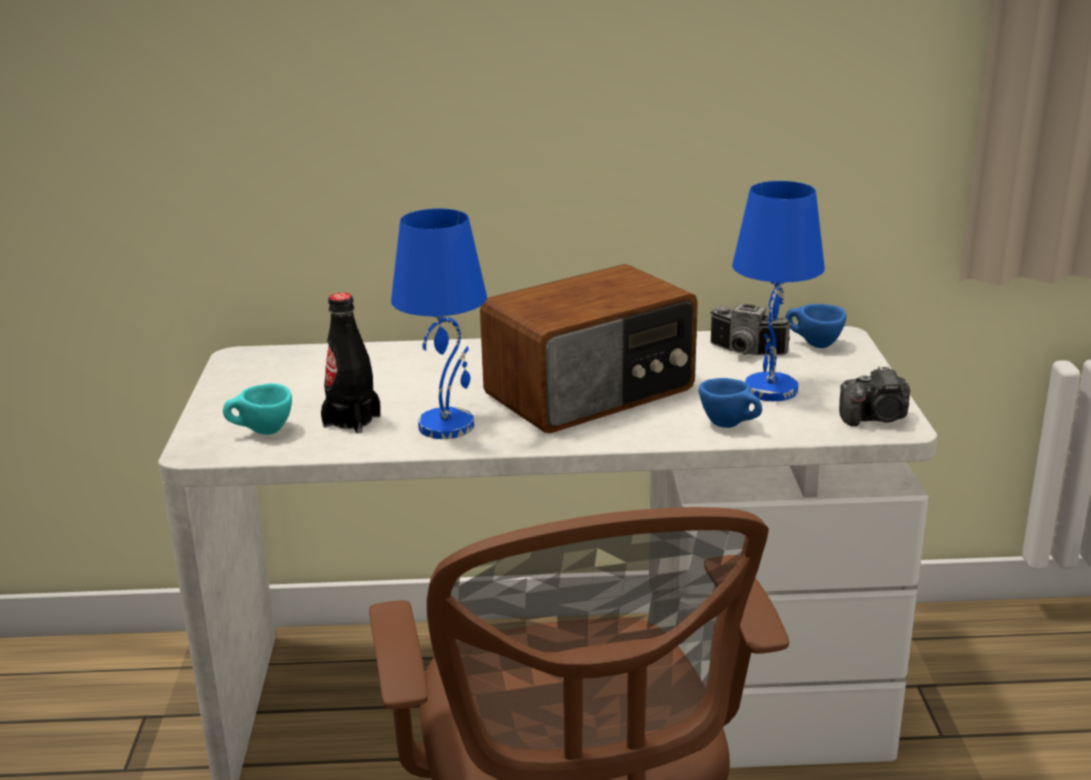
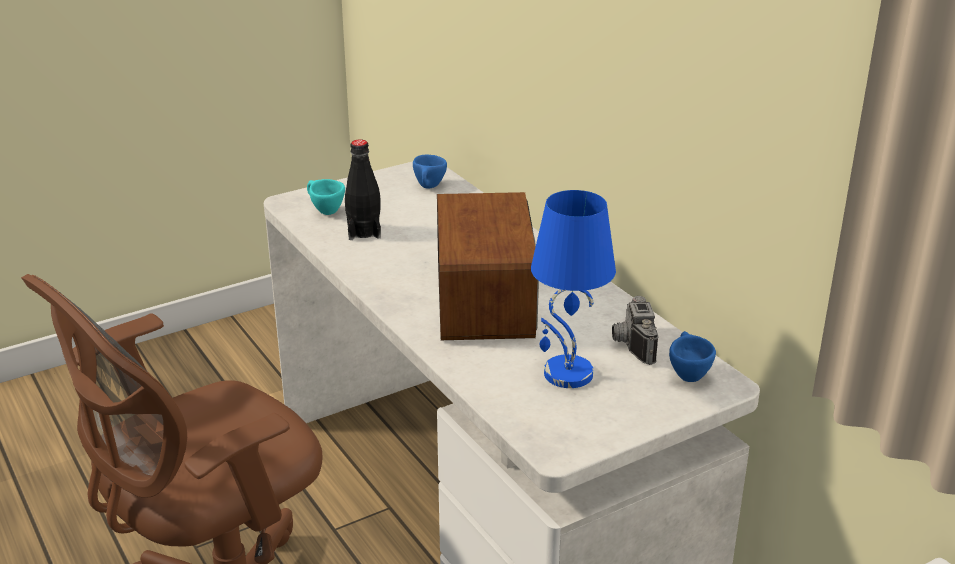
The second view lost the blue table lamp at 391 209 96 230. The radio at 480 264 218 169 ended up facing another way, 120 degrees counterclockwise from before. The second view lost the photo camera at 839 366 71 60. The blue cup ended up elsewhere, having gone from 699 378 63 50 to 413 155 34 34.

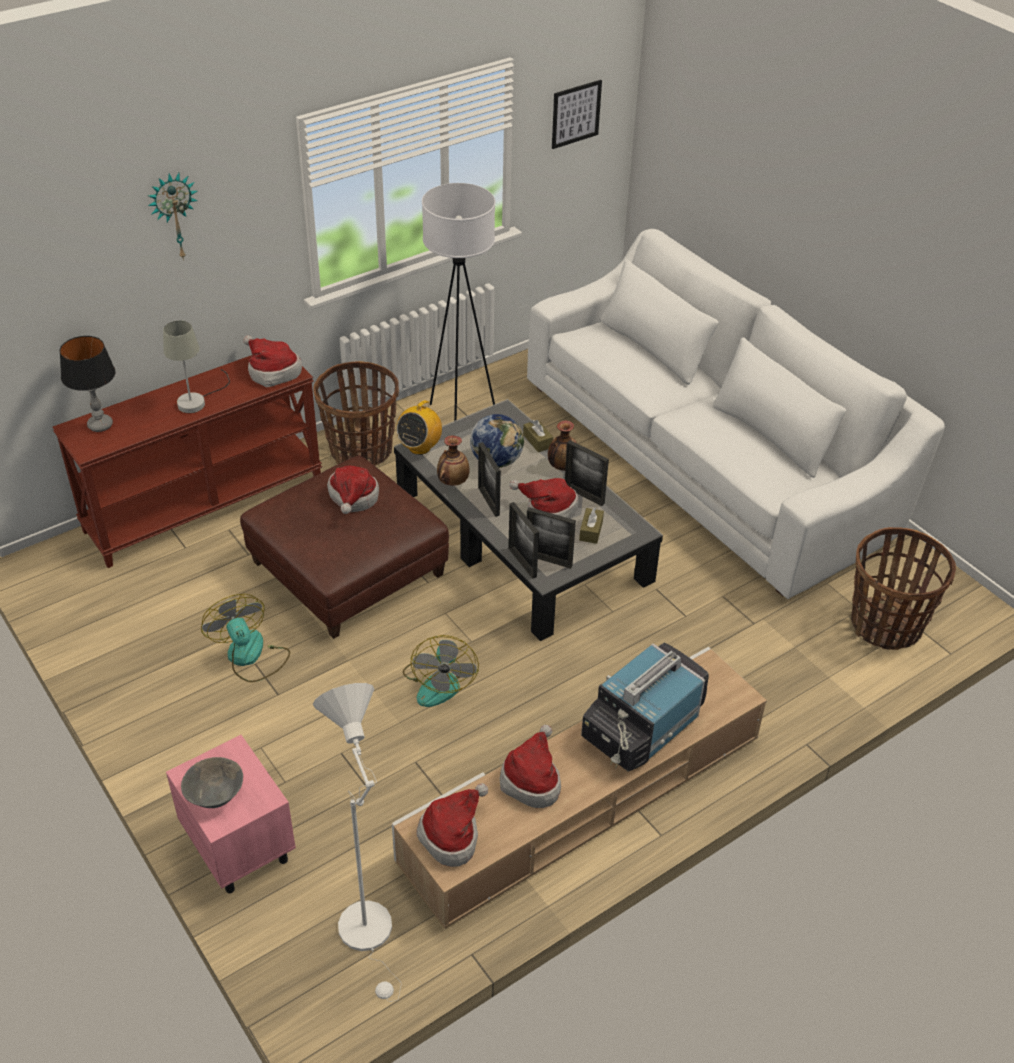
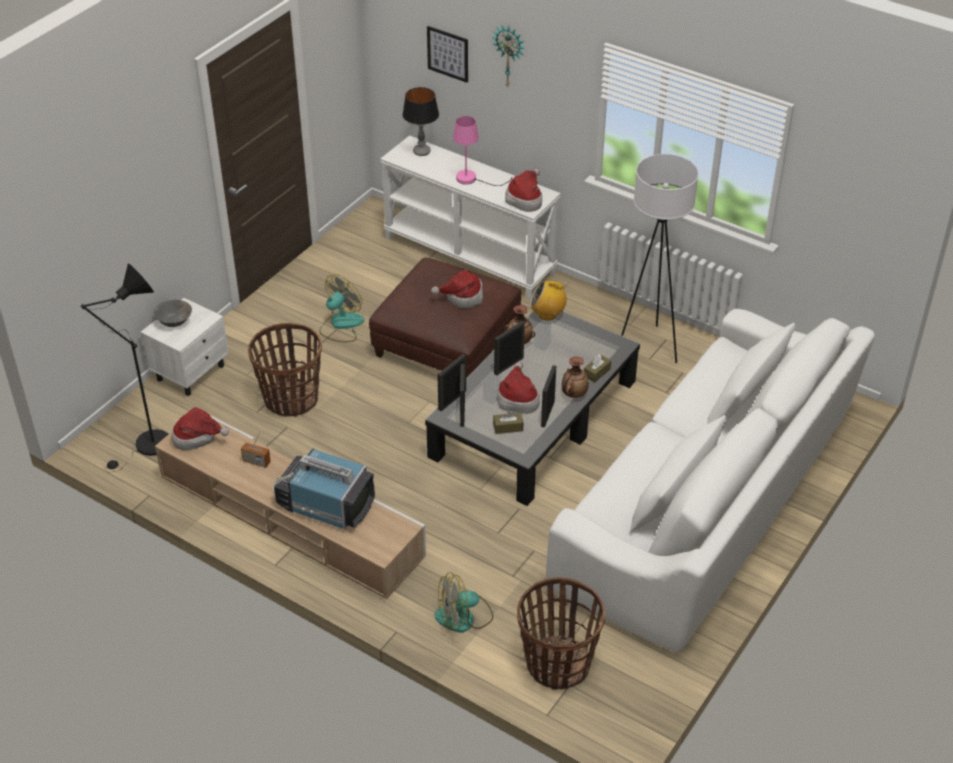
The picture ended up elsewhere, having gone from 552 80 50 69 to 427 26 41 57. What was the grey table lamp at 163 320 67 93 turned into the pink table lamp at 453 116 59 70. What was the brown console table at 52 355 270 213 turned into the white console table at 380 135 181 164. The basket ended up elsewhere, having gone from 313 361 86 105 to 248 323 74 94. The second view lost the globe at 470 414 54 54. The fan ended up elsewhere, having gone from 403 635 76 72 to 434 572 59 61. What was the white floor lamp at 313 683 88 319 turned into the black floor lamp at 81 264 87 209. Where the hat stood at 500 725 61 83, the radio came to stand at 241 432 30 36. What was the pink nightstand at 166 735 130 158 turned into the white nightstand at 140 298 89 98.

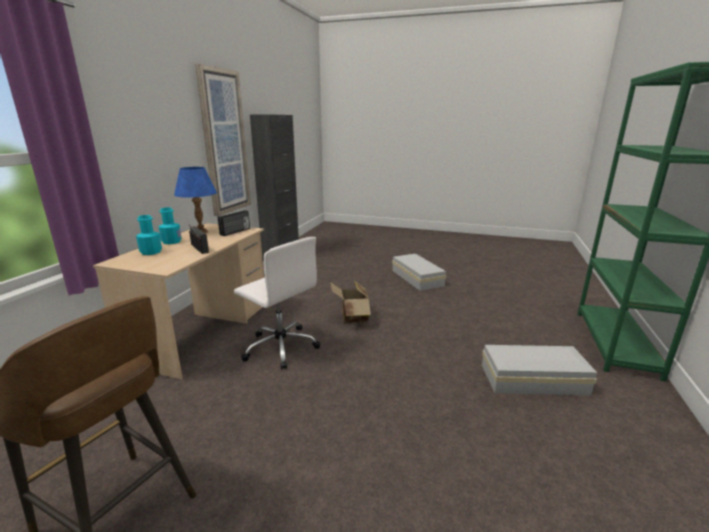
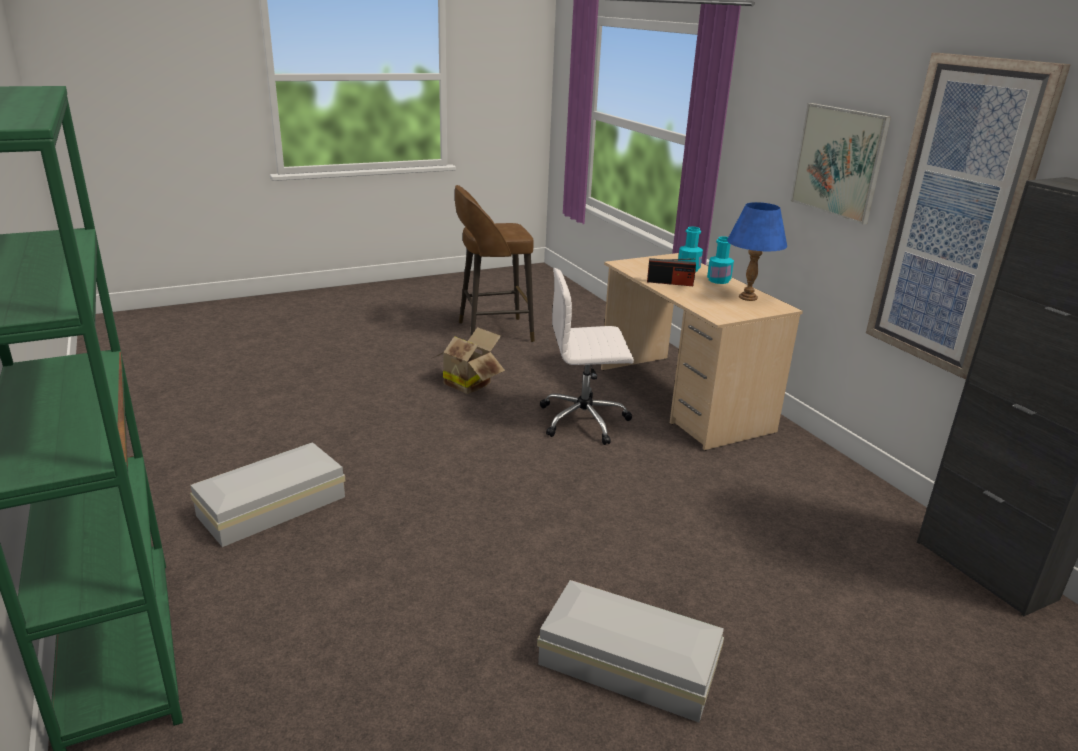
The second view lost the radio at 218 210 32 26. The cardboard box ended up elsewhere, having gone from 330 281 41 42 to 433 327 72 67. The second view gained the picture at 790 103 101 122.

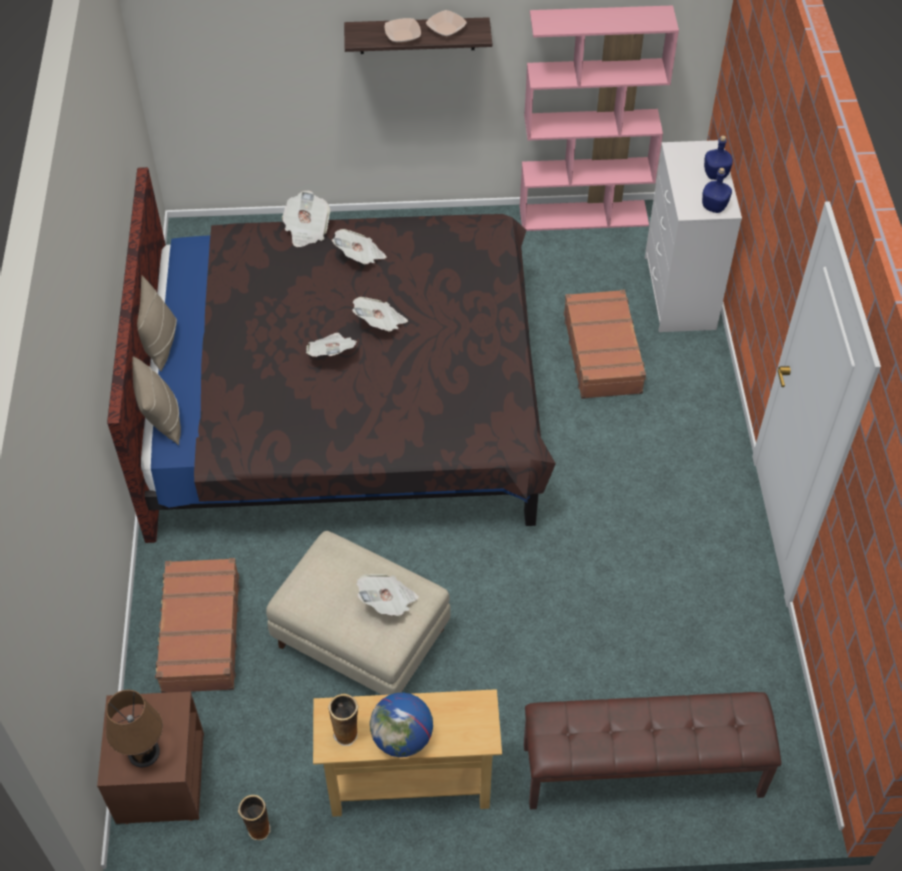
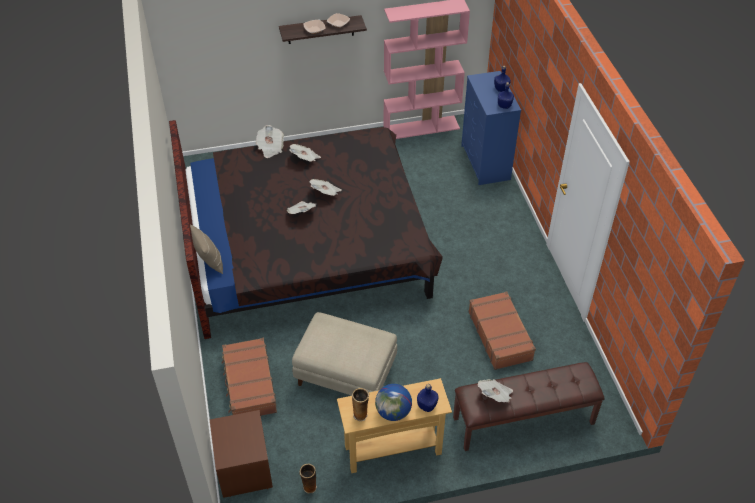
What was the white dresser at 645 140 97 192 turned into the blue dresser at 461 71 60 114. The second view lost the beige pillow at 137 275 40 96. The brown suitcase ended up elsewhere, having gone from 564 290 82 109 to 468 292 68 78. The newspaper ended up elsewhere, having gone from 357 574 62 42 to 478 379 35 23. The second view lost the brown table lamp at 106 690 57 77. The second view gained the blue bottle at 417 384 22 28.

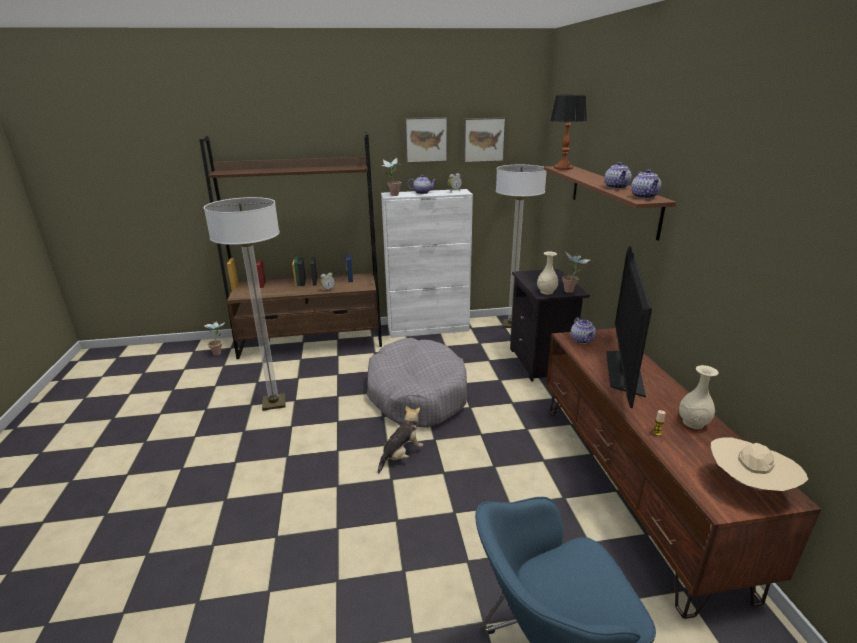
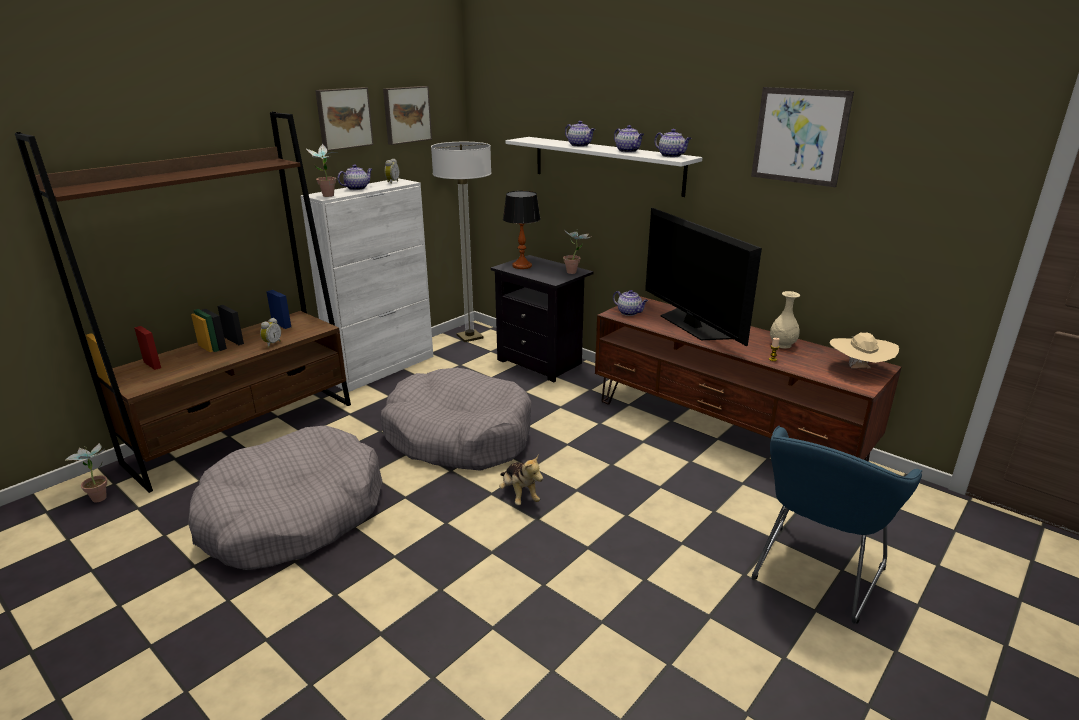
The table lamp ended up elsewhere, having gone from 550 95 37 75 to 503 191 37 78. What was the brown shelf at 544 166 133 75 turned into the white shelf at 506 137 196 60. Where the floor lamp stood at 204 197 82 214, the grey dog bed came to stand at 188 425 194 145. The second view lost the beige vase at 537 251 21 44. The plush toy at 378 406 45 68 ended up facing another way, 150 degrees clockwise from before. The second view gained the picture at 751 87 103 100. The second view gained the teapot at 565 121 30 26.

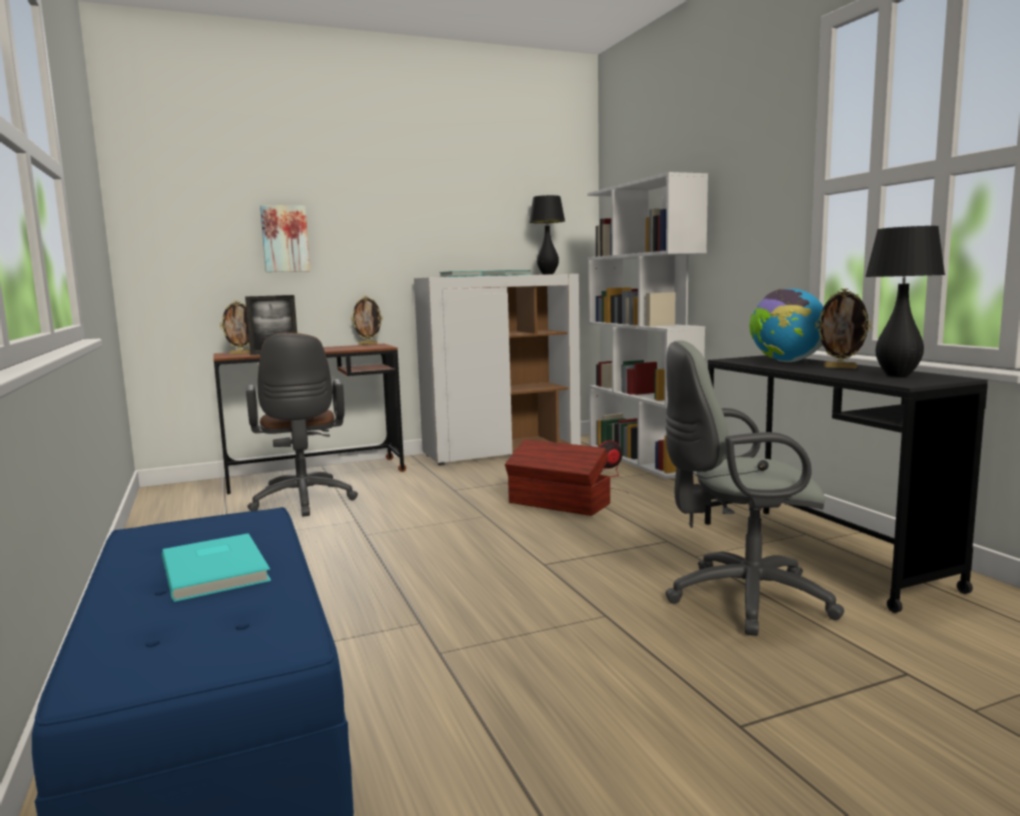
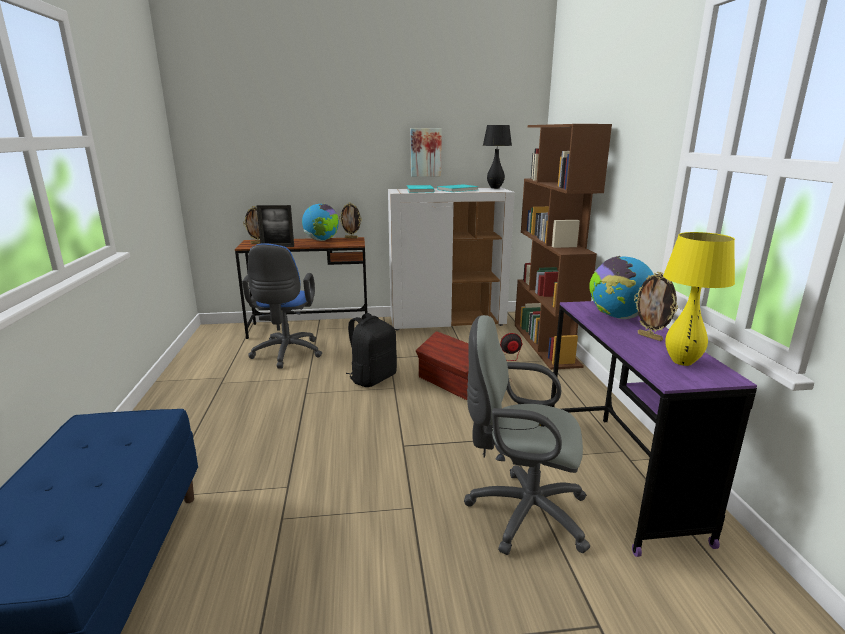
What was the white bookcase at 587 172 121 307 turned into the brown bookcase at 515 124 97 246. The picture ended up elsewhere, having gone from 260 205 50 67 to 411 128 31 49. What was the black table lamp at 865 226 80 151 turned into the yellow table lamp at 663 232 72 134. What was the brown office chair at 246 332 112 185 turned into the blue office chair at 242 243 80 126. What was the black desk at 705 355 283 258 turned into the purple desk at 551 301 206 256. The second view lost the turquoise book at 162 533 109 69. The second view gained the globe at 302 204 37 37. The second view gained the black backpack at 346 313 51 74.

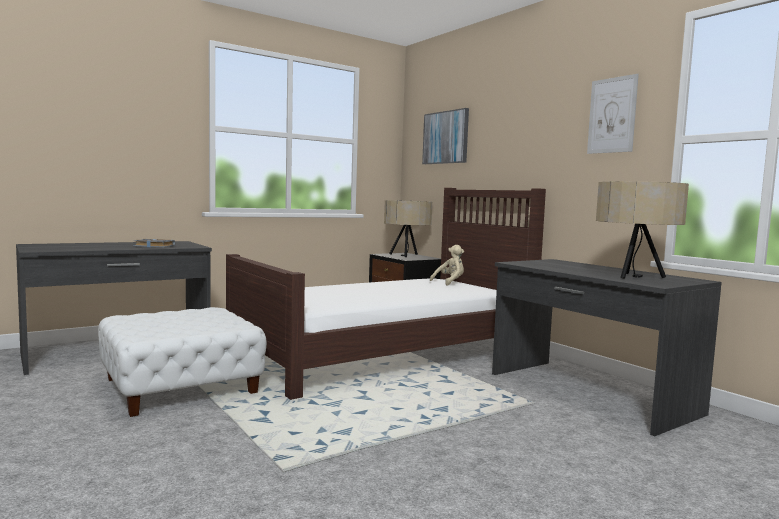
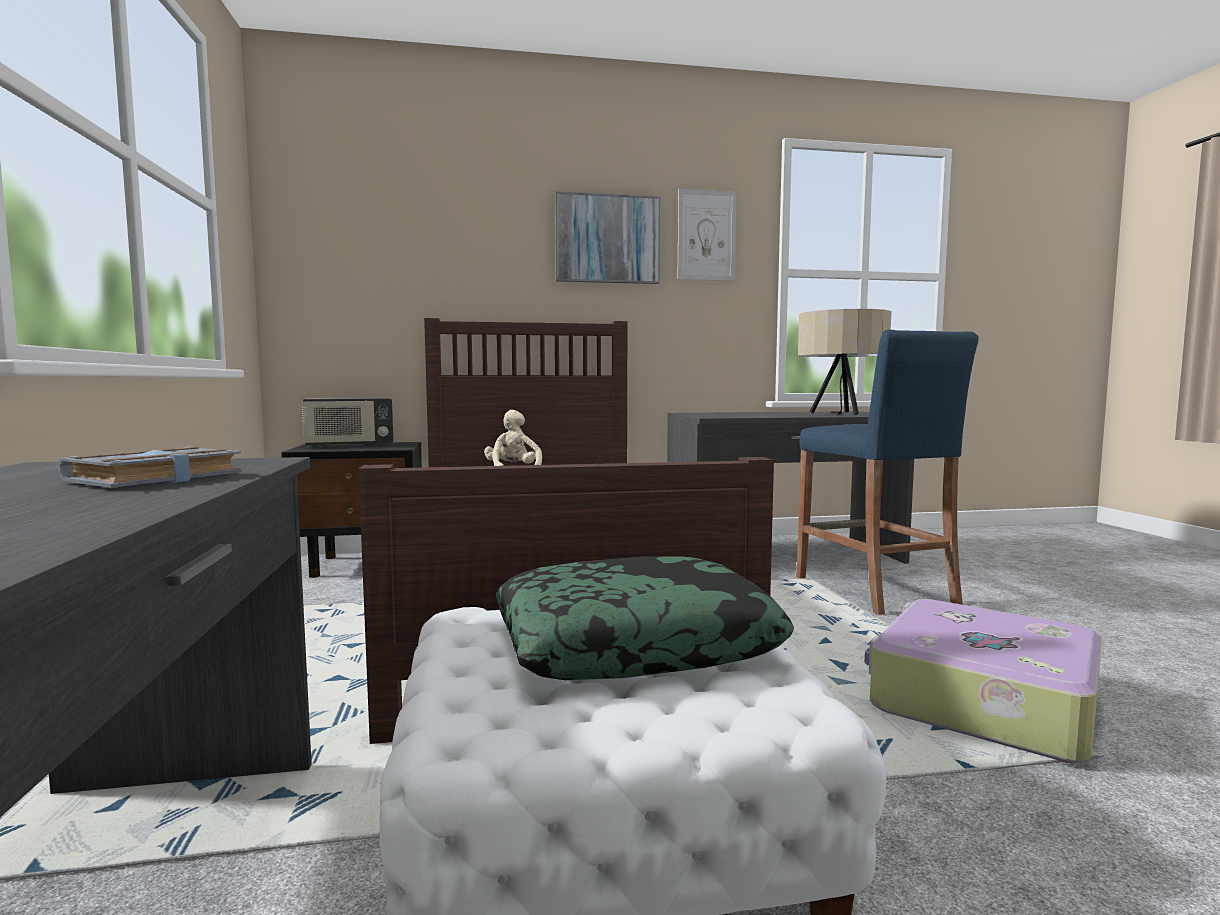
The picture ended up elsewhere, having gone from 422 108 47 56 to 555 191 105 93. Where the beige table lamp stood at 384 200 48 57, the radio came to stand at 302 398 91 49. The second view gained the blue stool at 796 330 182 285. The second view gained the pillow at 496 556 298 124. The second view gained the suitcase at 864 599 238 164.

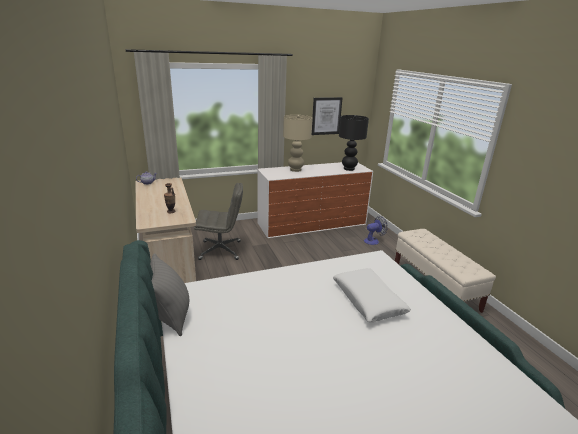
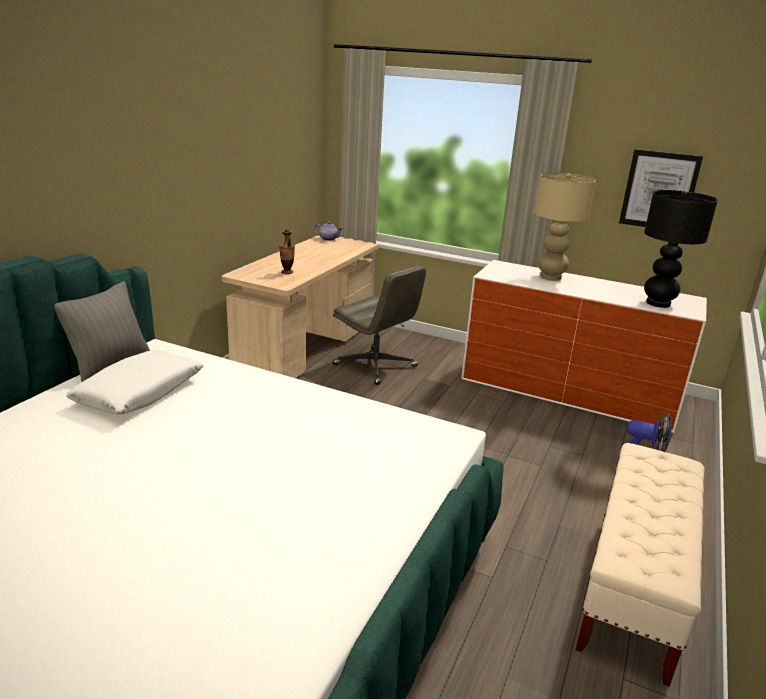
The white pillow ended up elsewhere, having gone from 333 268 78 54 to 66 350 138 64.

